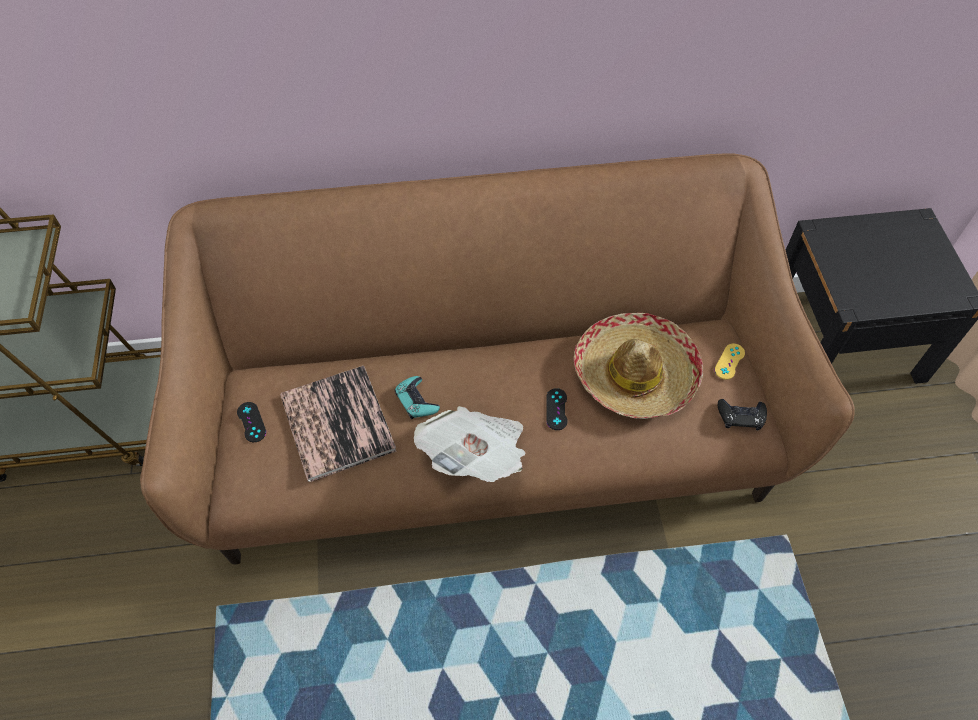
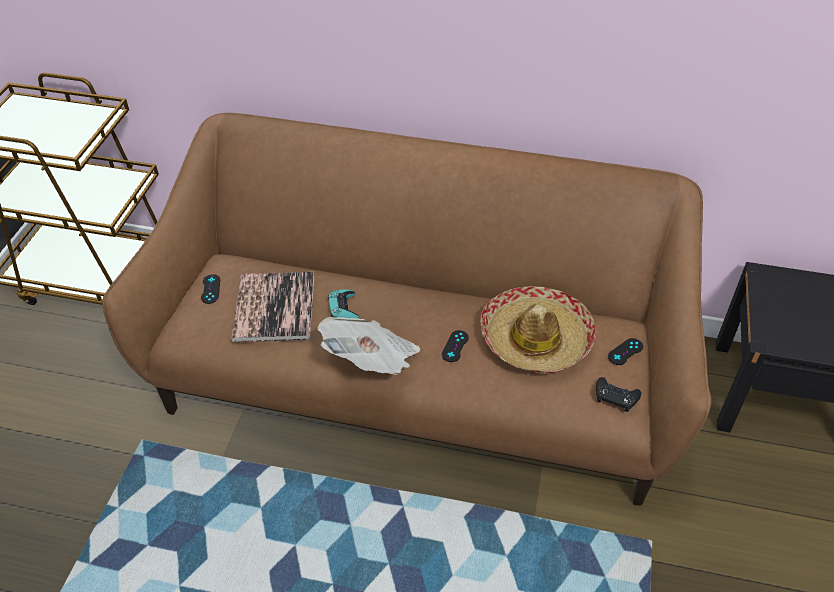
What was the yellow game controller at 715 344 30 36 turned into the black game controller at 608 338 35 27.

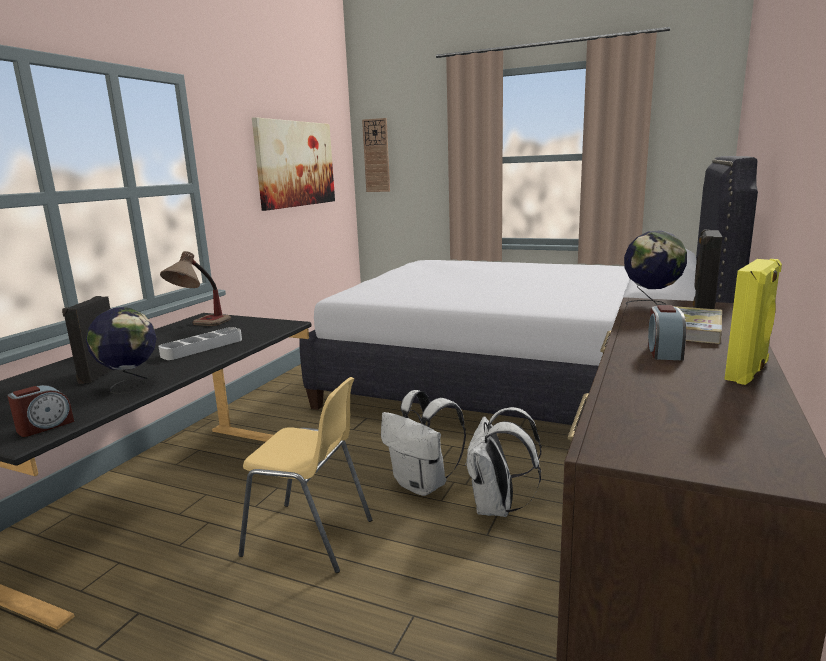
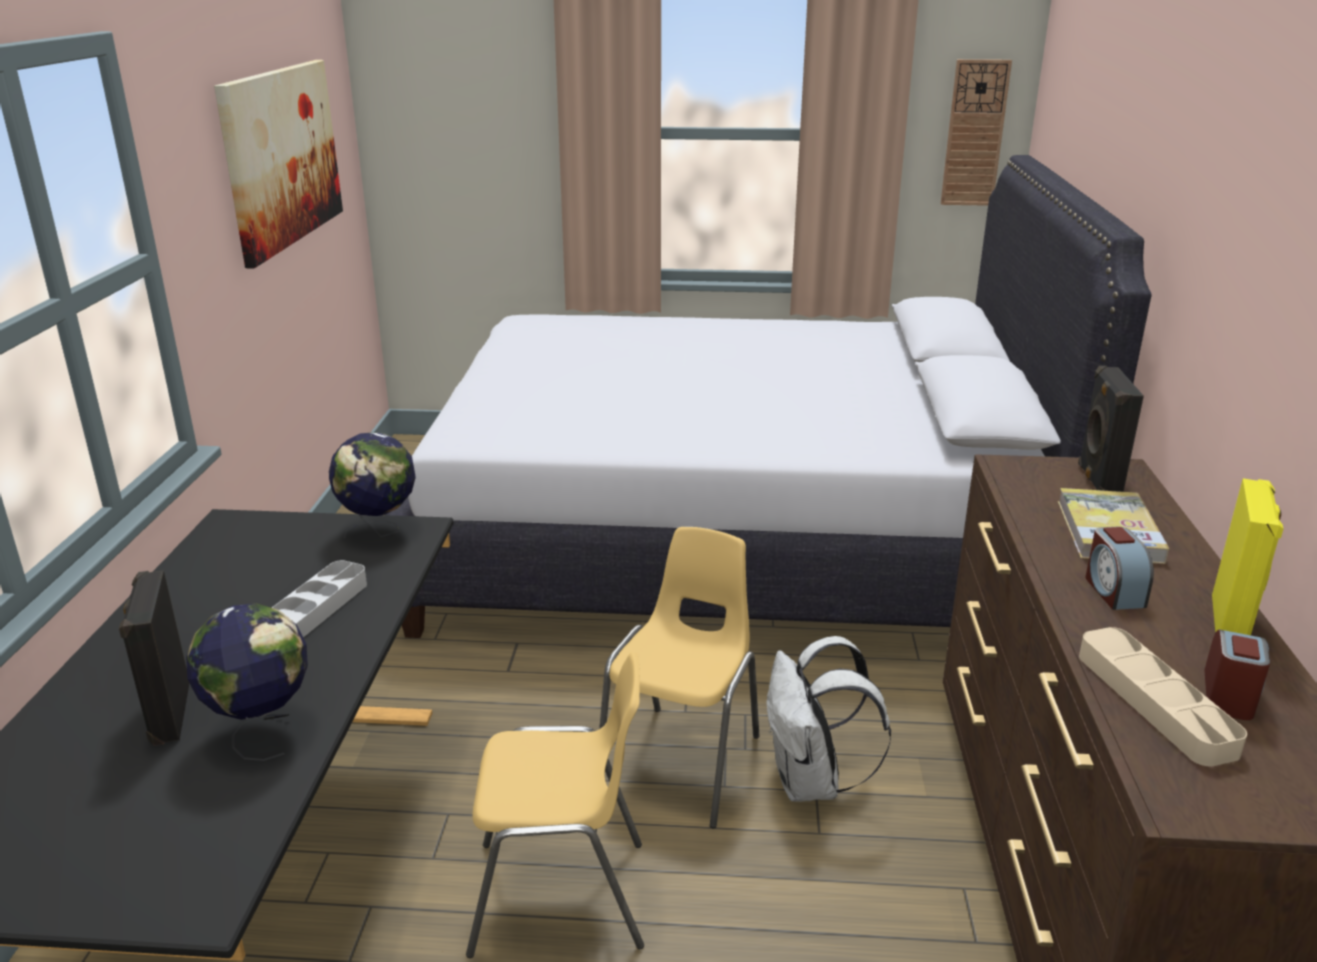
The wall clock ended up elsewhere, having gone from 362 118 28 74 to 941 59 71 147. The globe ended up elsewhere, having gone from 624 230 63 76 to 329 433 87 105. The second view lost the table lamp at 160 251 71 75. The alarm clock ended up elsewhere, having gone from 7 385 67 52 to 1204 629 66 91. Where the white backpack stood at 381 390 85 106, the yellow chair came to stand at 599 527 160 301. The second view gained the beige tray at 1079 627 168 139.

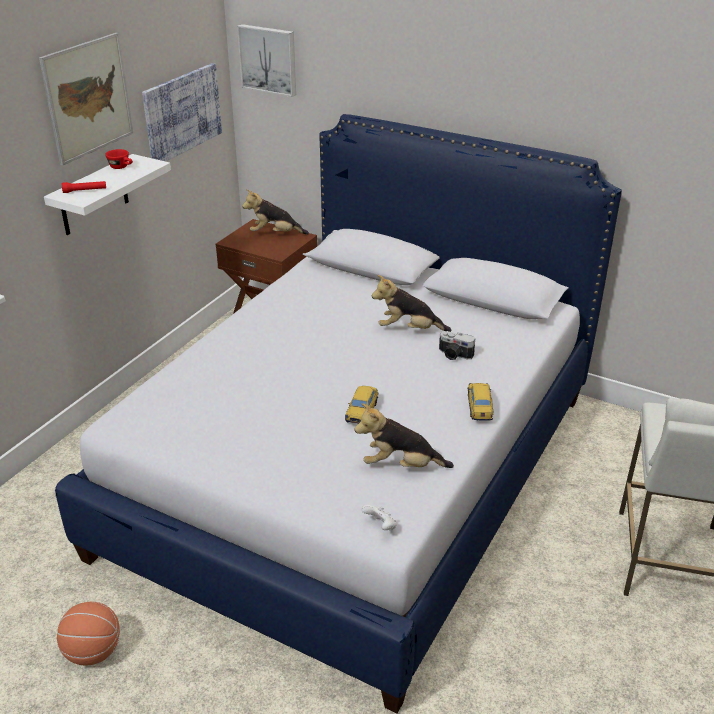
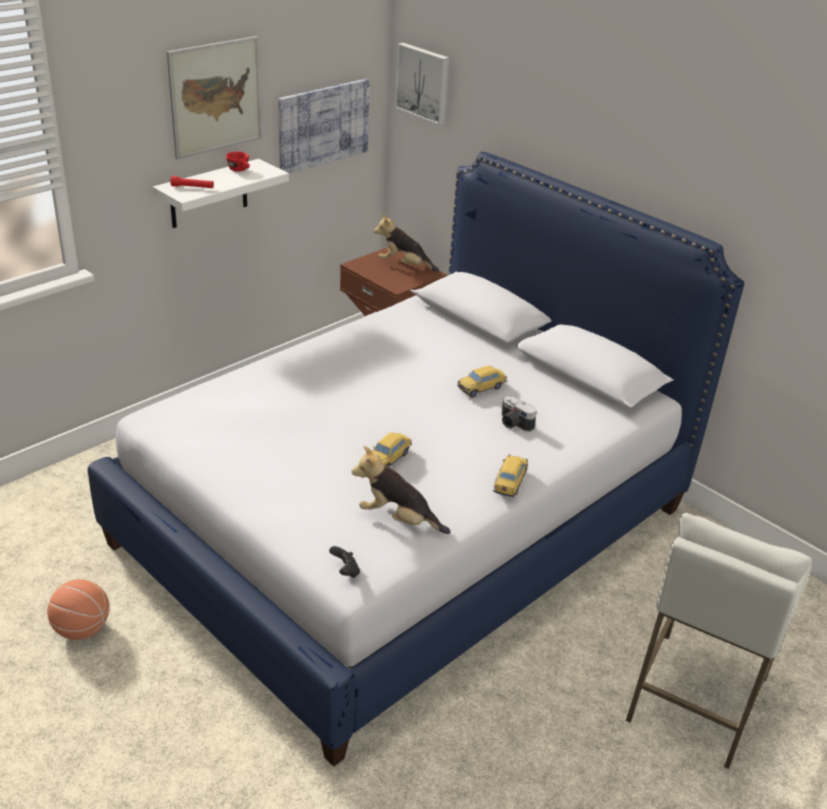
Where the plush toy stood at 372 275 79 57, the toy car came to stand at 457 365 50 33. What was the white game controller at 361 505 36 26 turned into the black game controller at 329 546 31 32.

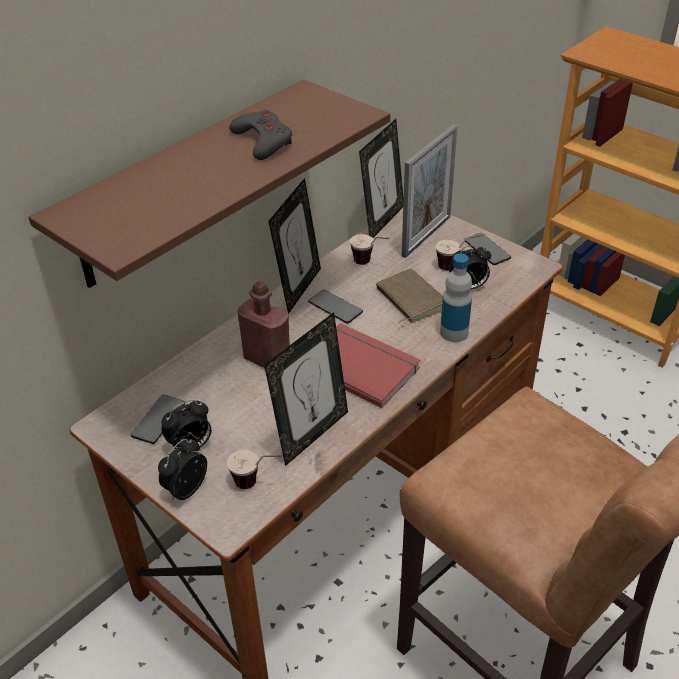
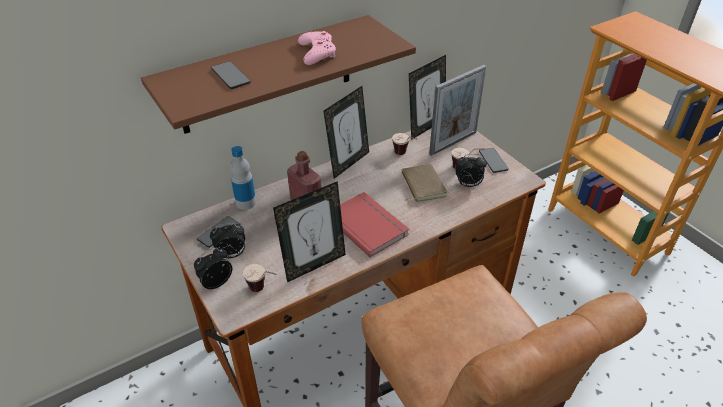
What was the grey game controller at 229 110 63 50 turned into the pink game controller at 298 31 38 34. The bottle ended up elsewhere, having gone from 440 254 32 88 to 230 146 26 64. The phone ended up elsewhere, having gone from 308 289 55 35 to 211 61 40 28.

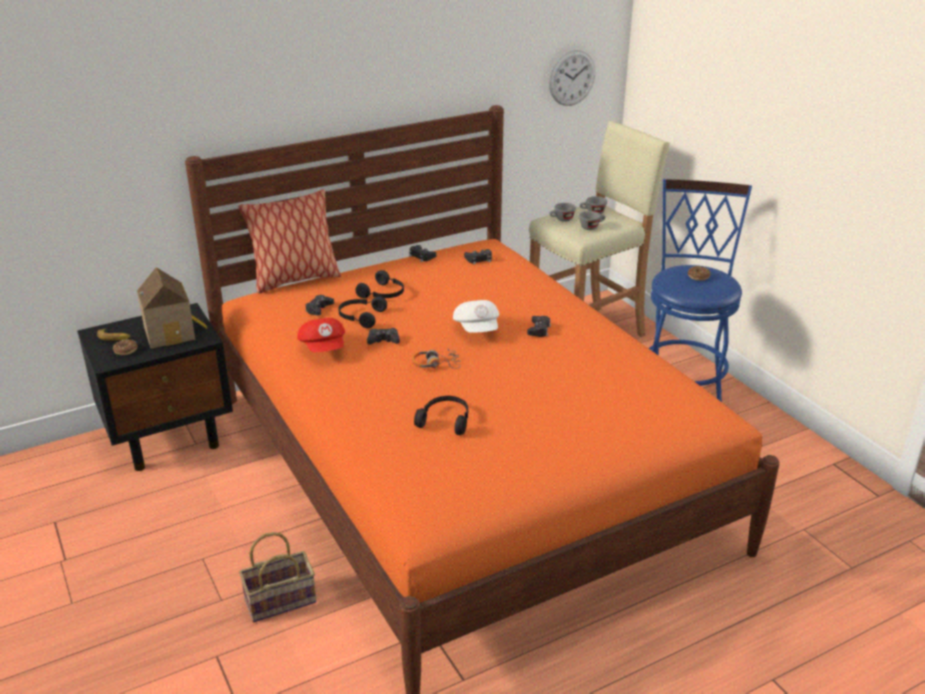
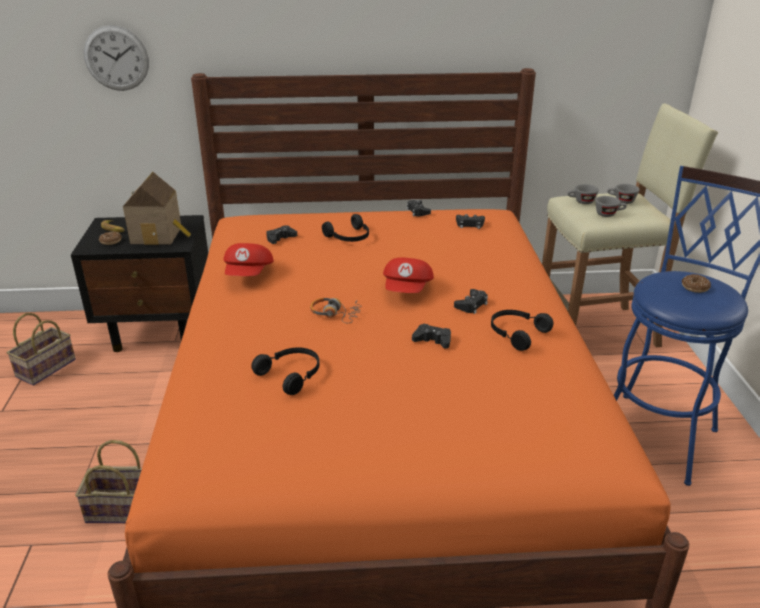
The wall clock ended up elsewhere, having gone from 549 50 46 56 to 84 25 65 66. The second view lost the pillow at 238 190 103 103. The black headphones ended up elsewhere, having gone from 338 296 49 32 to 491 310 62 41. What was the white cap at 453 300 46 33 turned into the red cap at 383 257 51 36. The black game controller ended up elsewhere, having gone from 367 328 33 17 to 412 324 39 25. The second view gained the basket at 7 313 69 72.

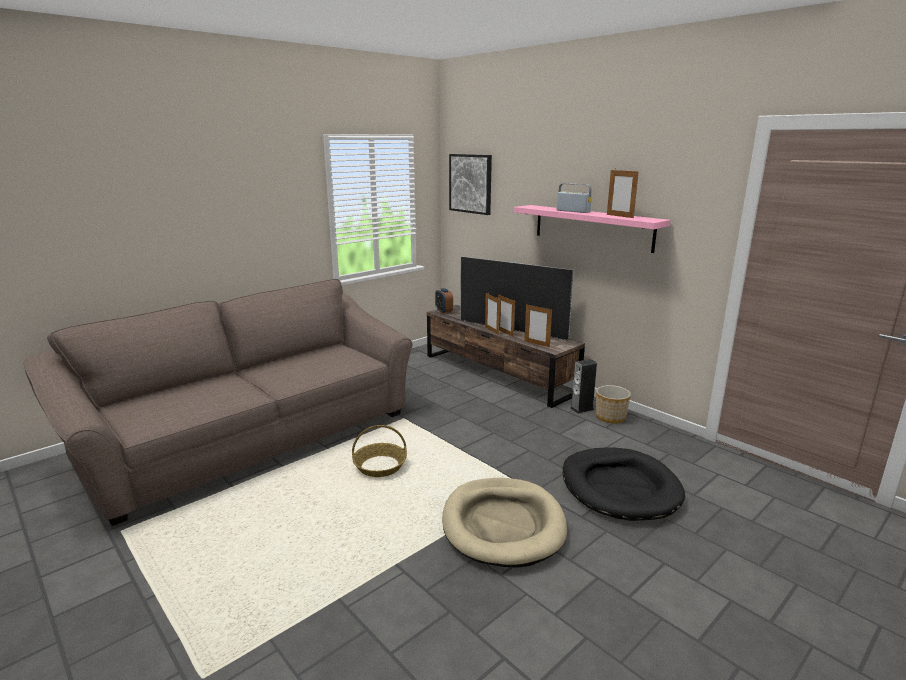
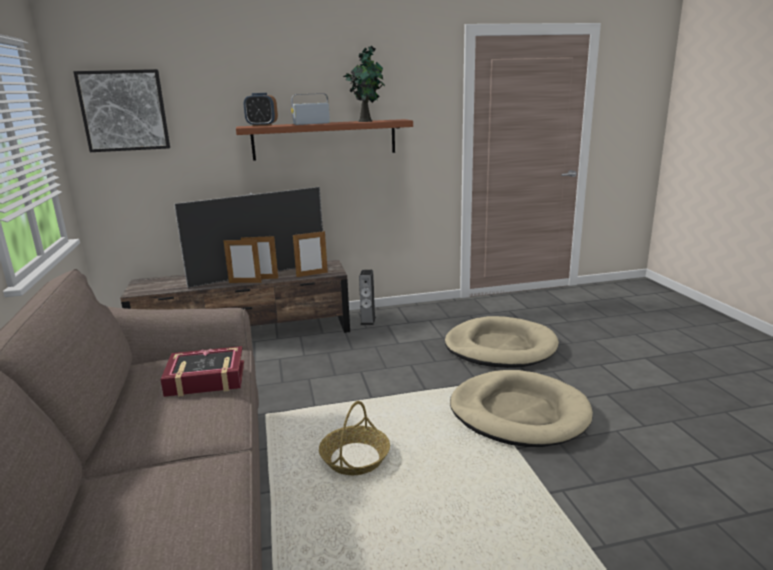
Where the picture frame stood at 607 169 32 49, the potted plant came to stand at 343 46 42 76. What was the pink shelf at 514 205 156 48 turned into the brown shelf at 236 119 177 42. The alarm clock ended up elsewhere, having gone from 435 288 18 26 to 244 93 34 34. The second view lost the planter at 596 385 35 38. What was the black dog bed at 562 447 123 74 turned into the beige dog bed at 445 316 114 52. The second view gained the book at 160 346 84 51.

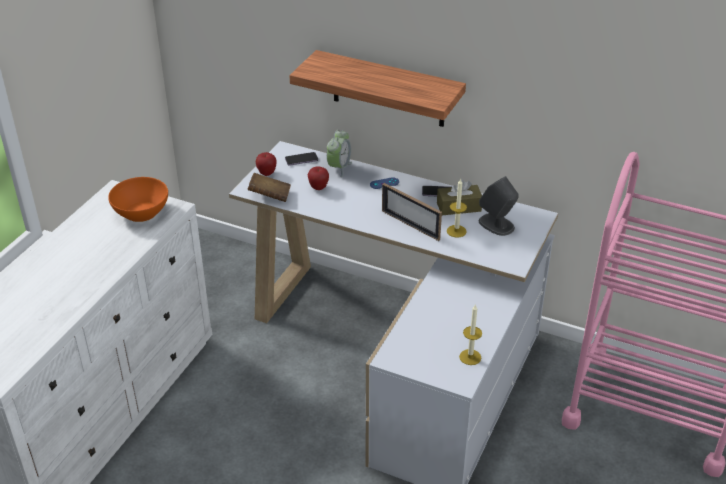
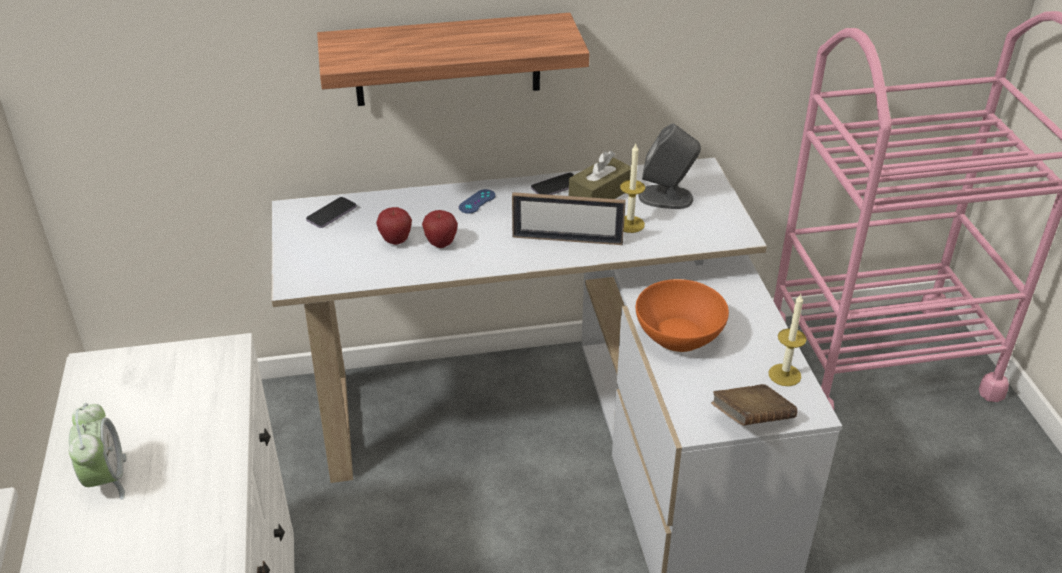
The alarm clock ended up elsewhere, having gone from 327 130 25 47 to 69 403 57 97. The apple ended up elsewhere, having gone from 256 152 21 24 to 422 210 36 38. The brown book ended up elsewhere, having gone from 247 173 44 29 to 711 384 86 42. The orange bowl ended up elsewhere, having gone from 108 177 60 45 to 636 279 93 73.

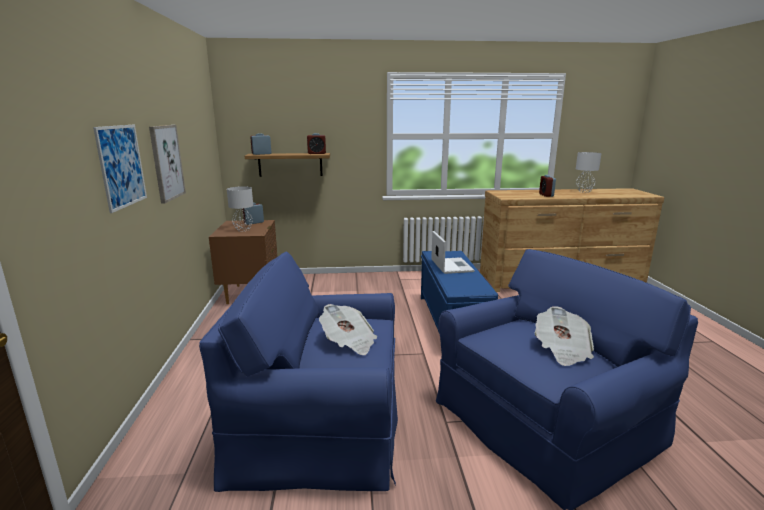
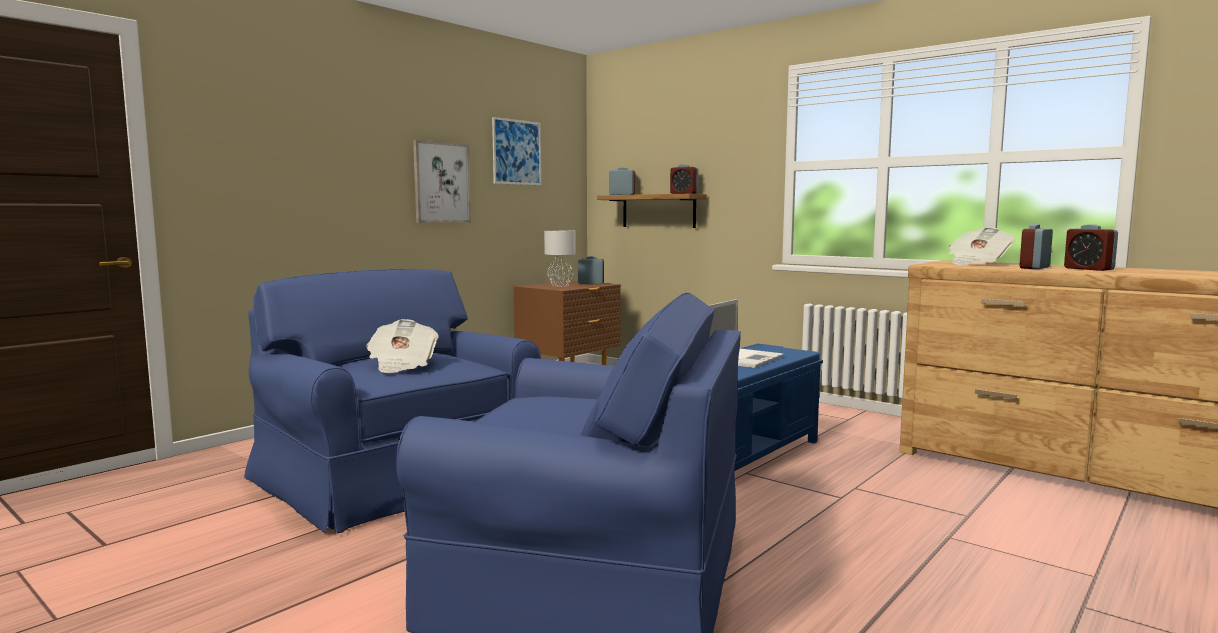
The picture ended up elsewhere, having gone from 93 125 54 88 to 492 117 49 68. The second view lost the grey table lamp at 576 152 26 41. The newspaper ended up elsewhere, having gone from 535 306 59 60 to 948 227 68 38. The second view gained the alarm clock at 1064 224 54 47.

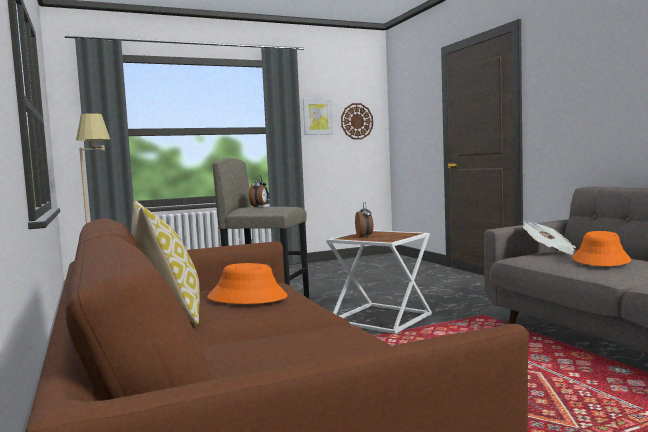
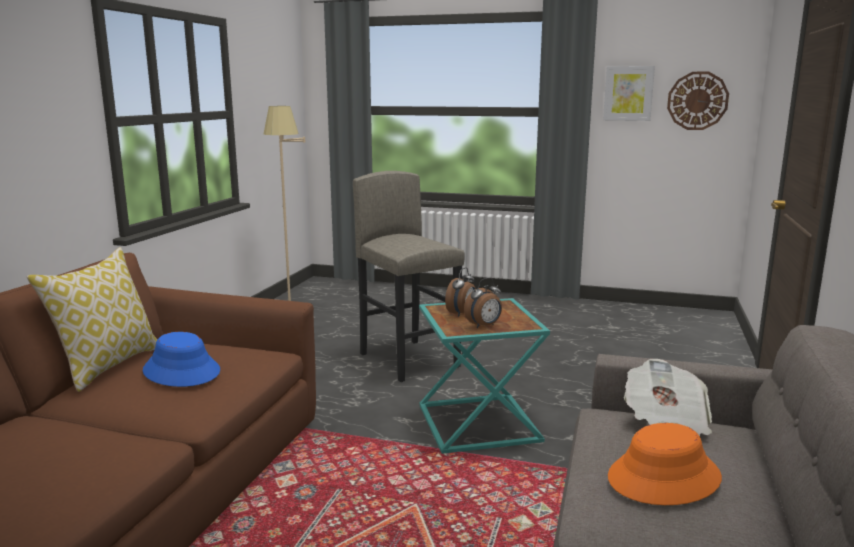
The alarm clock ended up elsewhere, having gone from 249 175 19 32 to 464 278 38 50. What was the white side table at 326 230 106 104 turned into the turquoise side table at 419 298 131 156. What was the orange hat at 207 263 81 41 turned into the blue hat at 143 332 77 55.

